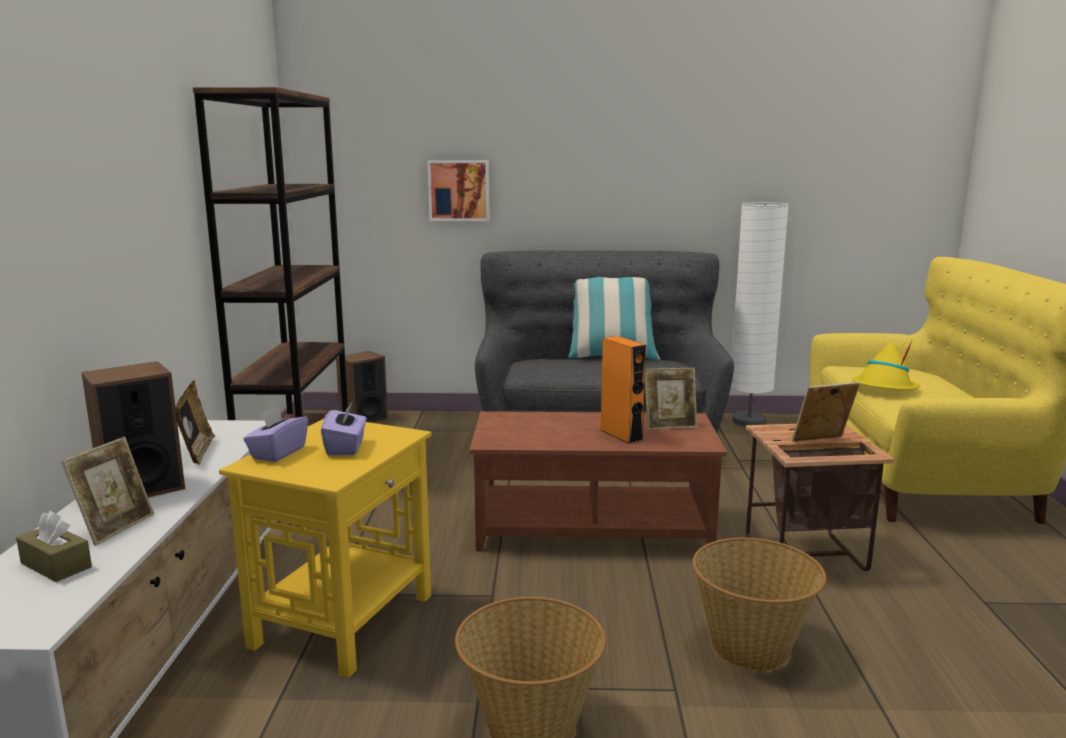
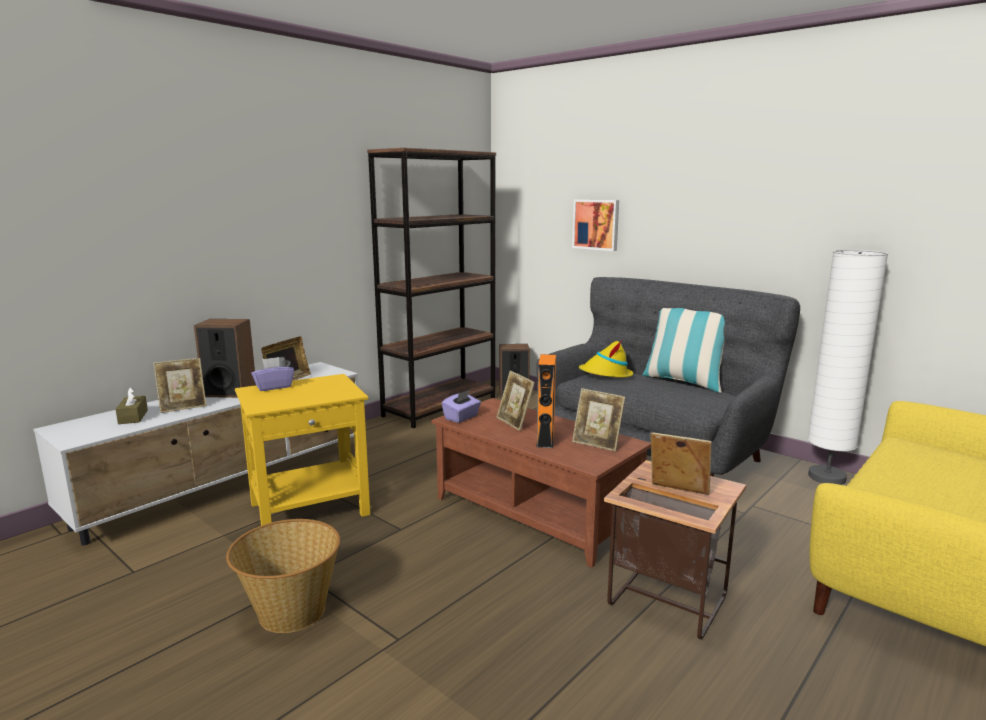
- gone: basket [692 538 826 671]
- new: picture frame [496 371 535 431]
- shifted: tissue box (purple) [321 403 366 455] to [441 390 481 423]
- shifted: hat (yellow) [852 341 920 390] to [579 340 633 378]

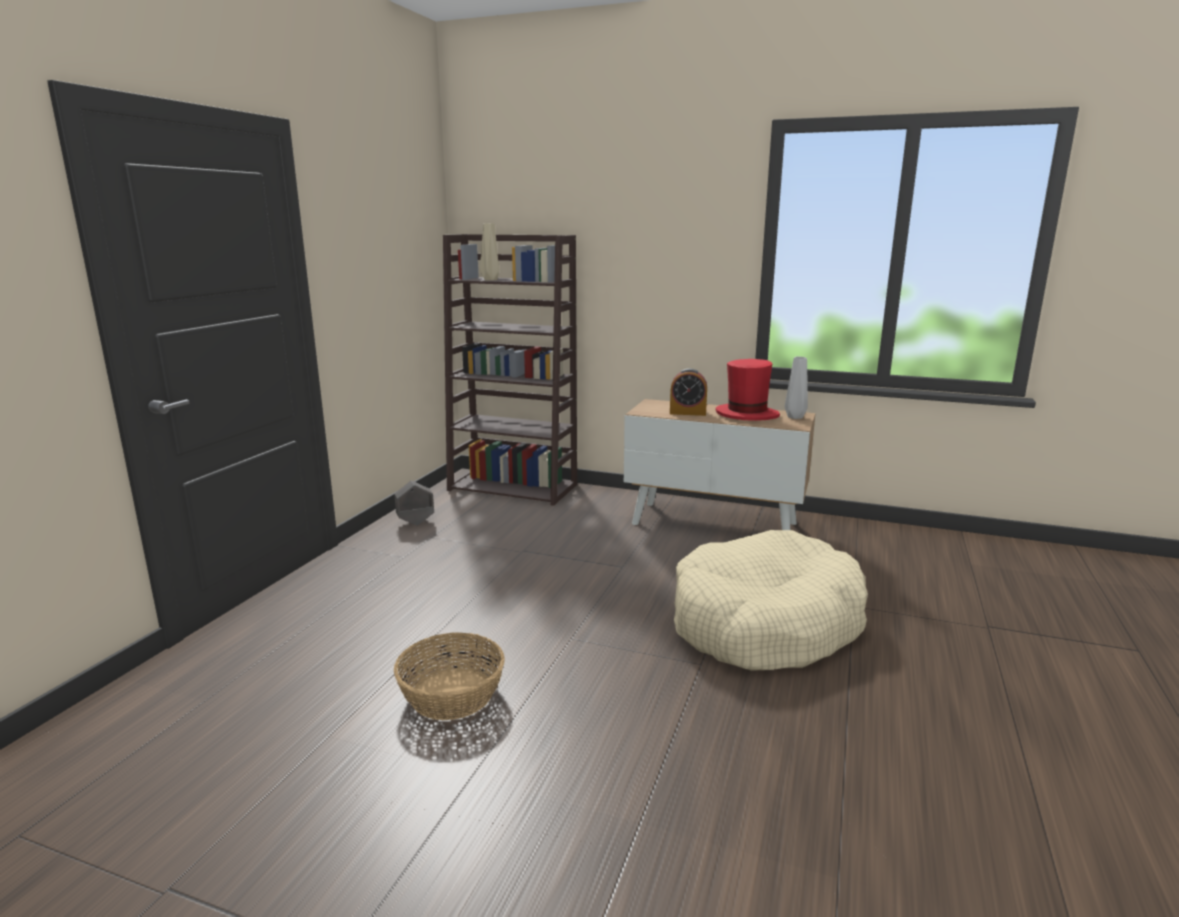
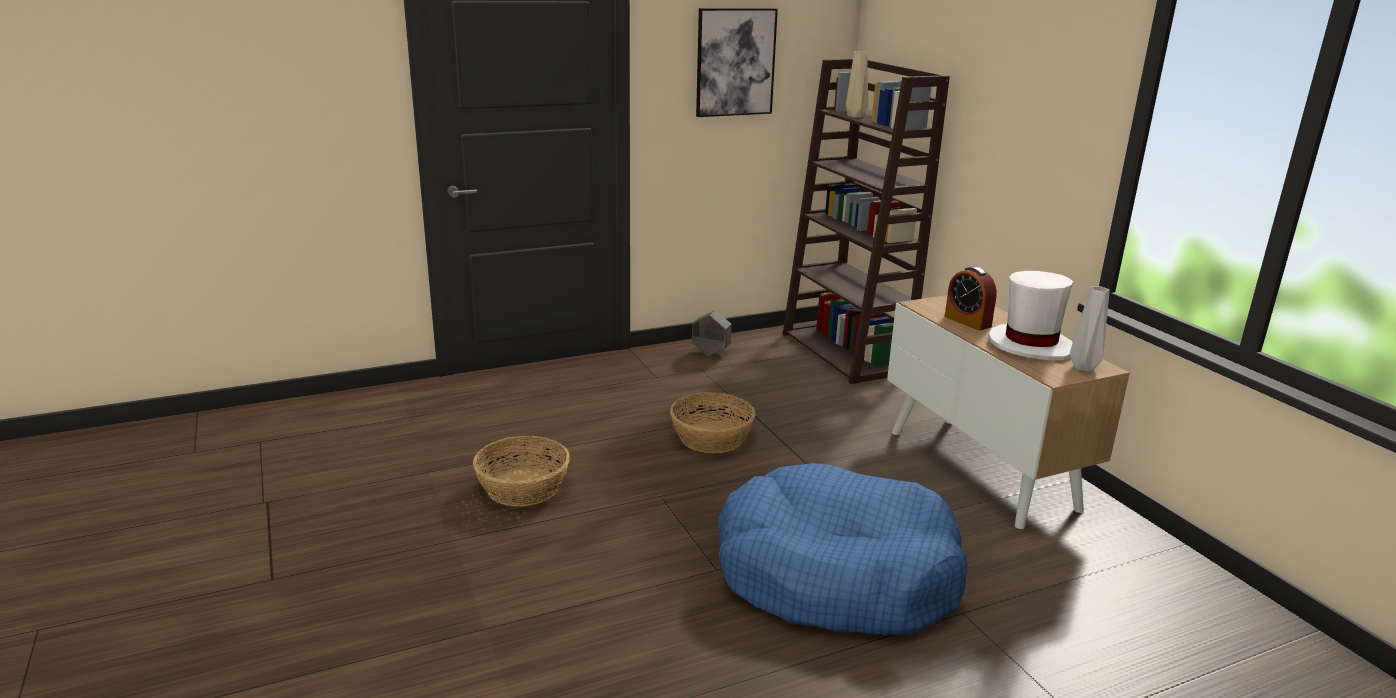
- new: basket [670 392 756 453]
- new: picture [696 8 778 117]
- repainted: dog bed (beige) [674 530 868 671] to dog bed (blue) [718 463 967 635]
- repainted: hat (red) [715 359 780 421] to hat (white) [988 271 1073 360]

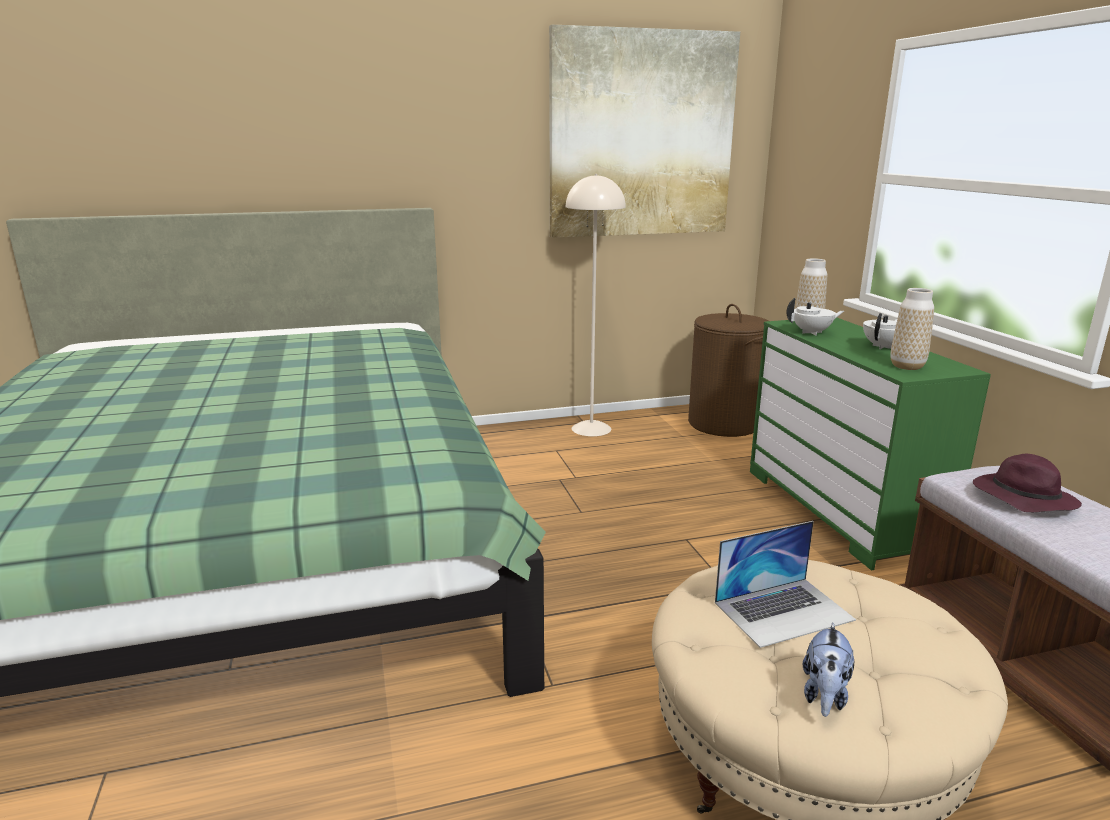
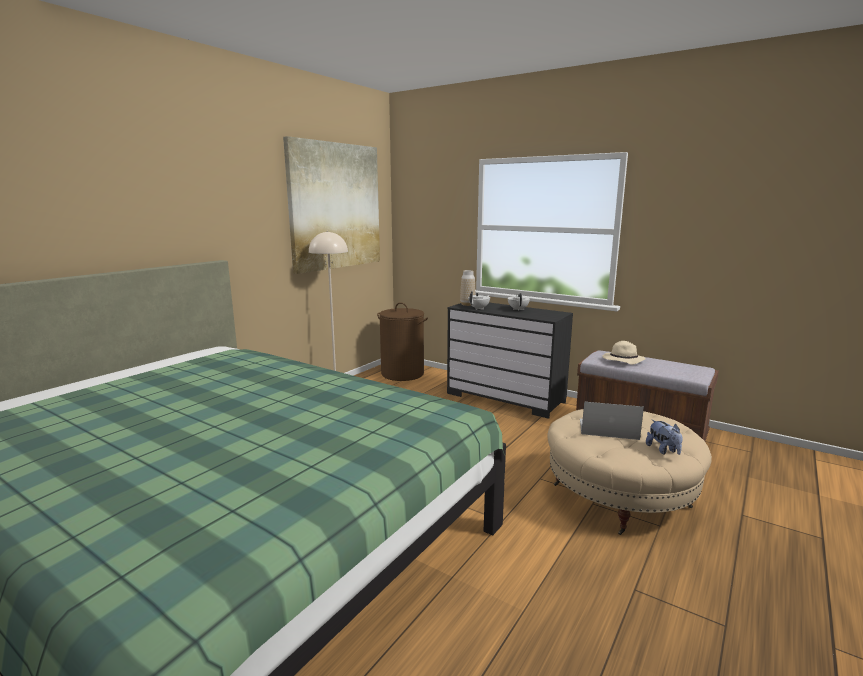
- gone: vase [890 288 934 370]
- repainted: dresser (green) [750 318 991 570] to dresser (black) [447 303 573 419]
- repainted: hat (purple) [973 454 1082 512] to hat (beige) [602 341 646 365]
- rotated: laptop [715 521 856 648] = [580 402 644 440] 105 degrees counterclockwise

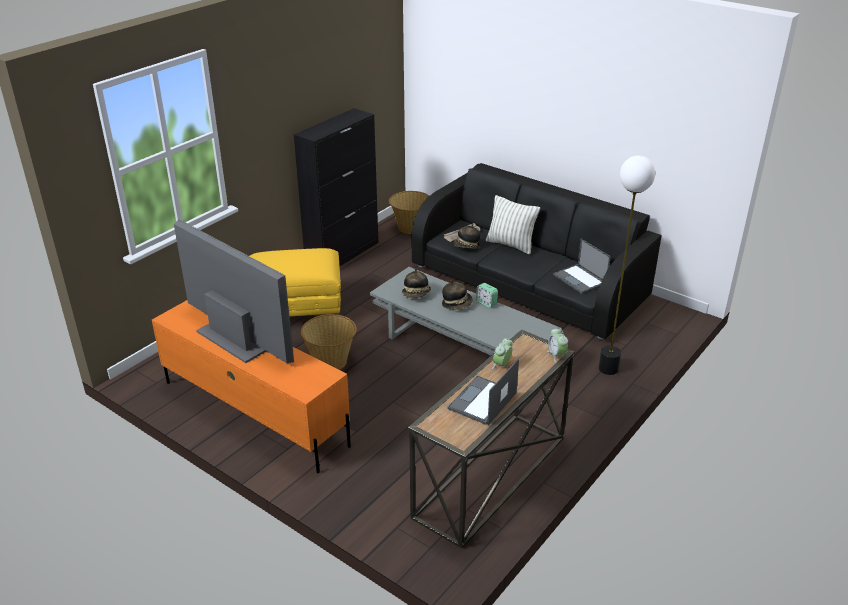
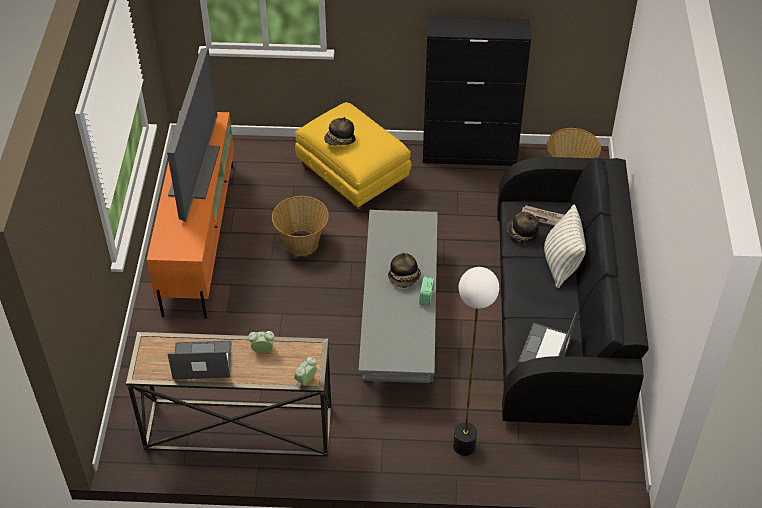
- shifted: hat [402 268 431 298] to [324 117 356 146]

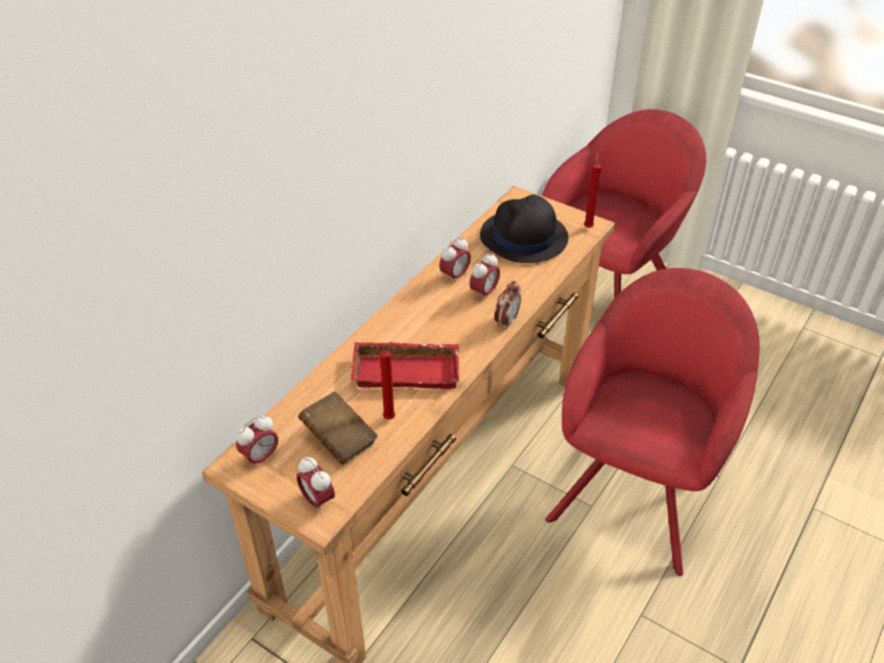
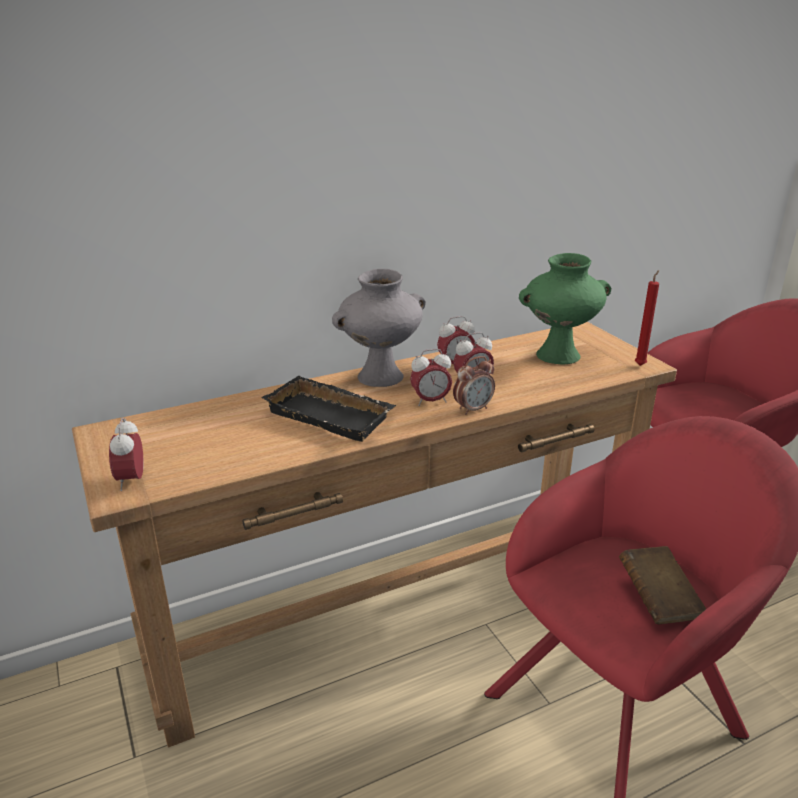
- gone: candle (red) [380 346 396 420]
- new: vase (grey) [332 269 426 387]
- shifted: alarm clock [236 415 278 469] to [410 349 452 406]
- shifted: book (brown) [298 391 378 465] to [619 546 706 624]
- swapped: hat (black) [480 194 568 263] to vase (green) [519 253 611 364]
- repainted: tray (red) [351 342 460 389] to tray (black) [261 376 396 442]

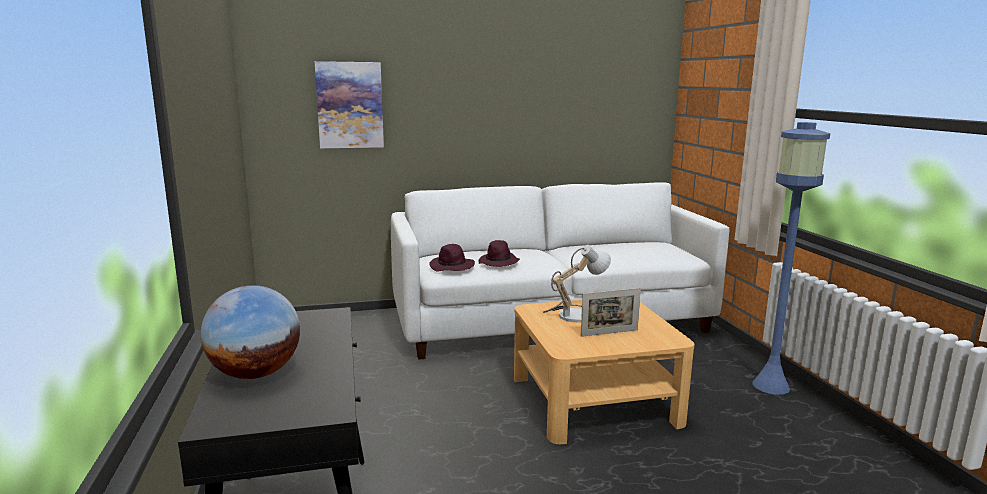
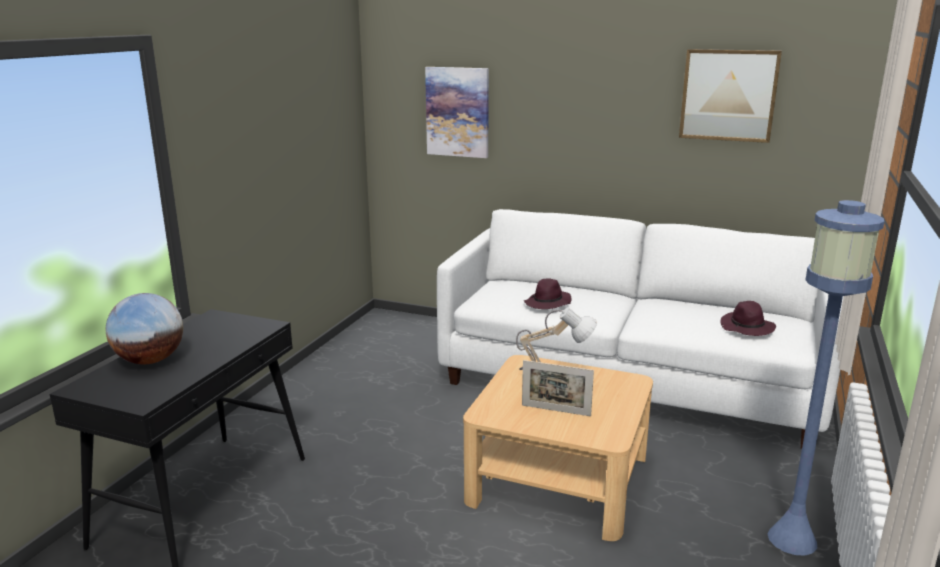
- new: picture [679 49 782 143]
- shifted: hat (purple) [429 244 475 271] to [720 301 776 336]

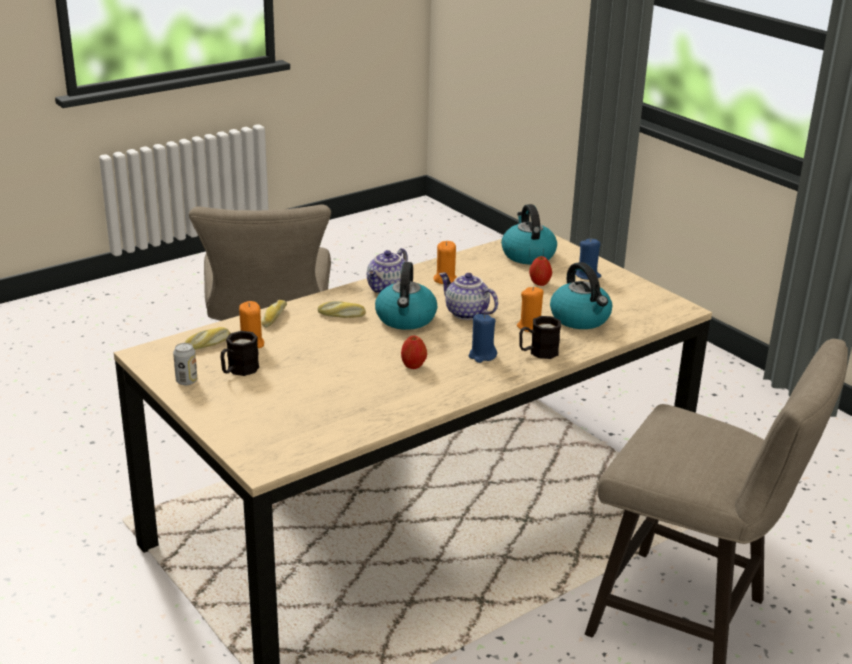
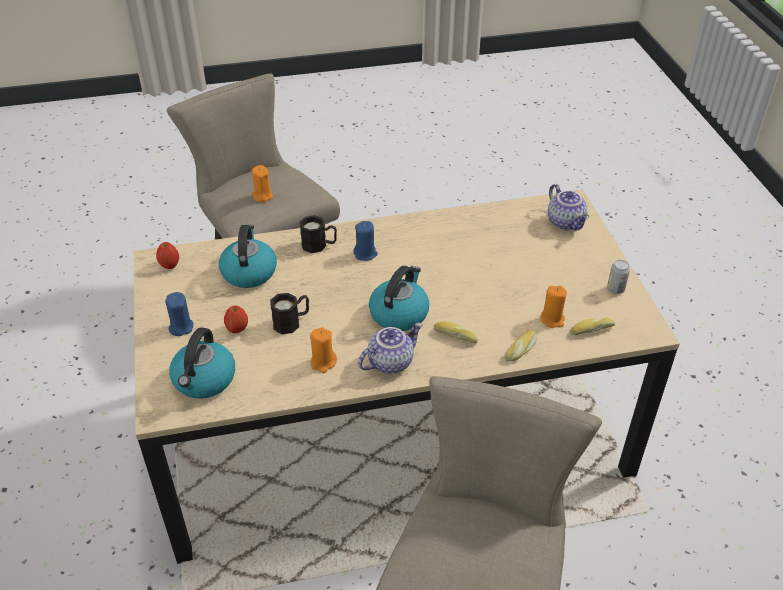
- shifted: mug (black) [220 331 259 376] to [270 293 309 334]
- shifted: apple [401 336 427 369] to [156 242 179 269]
- shifted: teapot [439 272 498 320] to [548 184 589 230]
- shifted: candle (orange) [517 287 544 332] to [252 165 273 202]

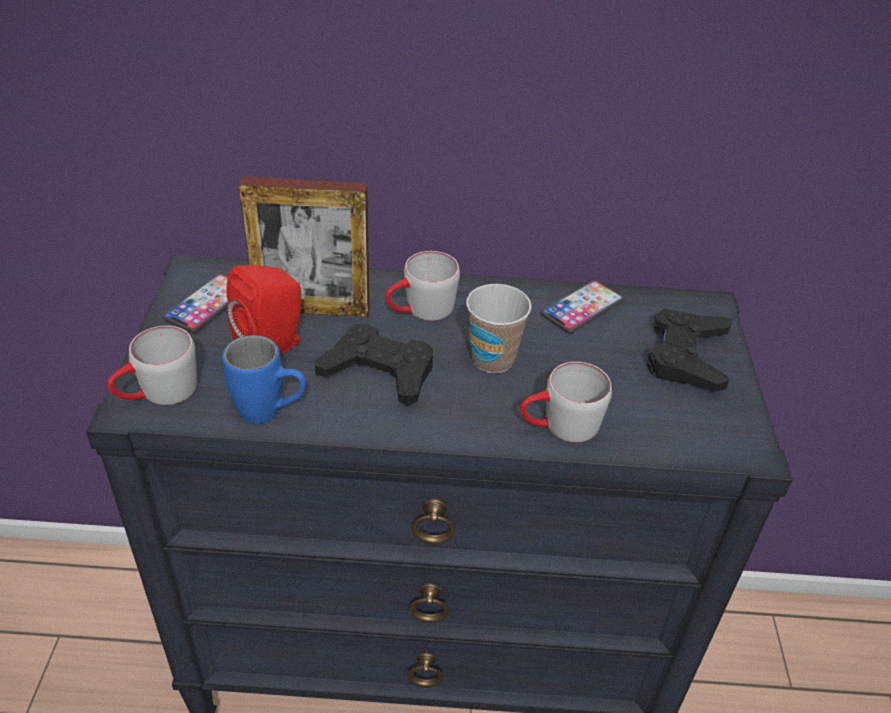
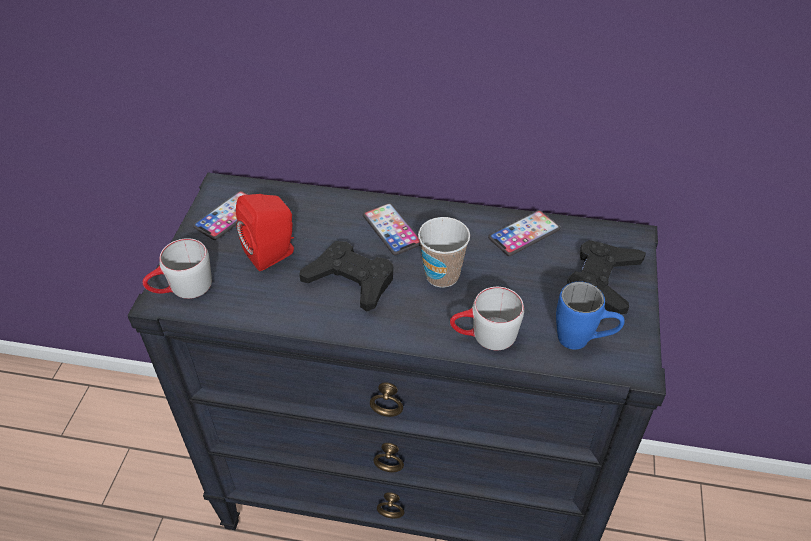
- gone: picture frame [239 176 370 317]
- shifted: mug (blue) [222 335 306 424] to [556 281 625 350]
- swapped: mug (grey) [385 251 460 321] to phone [363 203 421 255]

